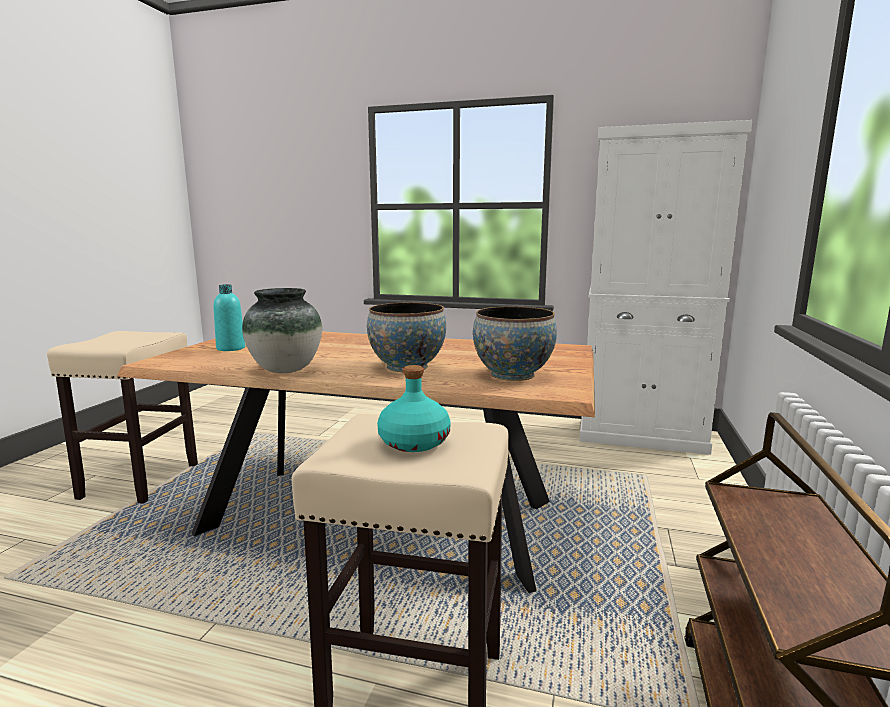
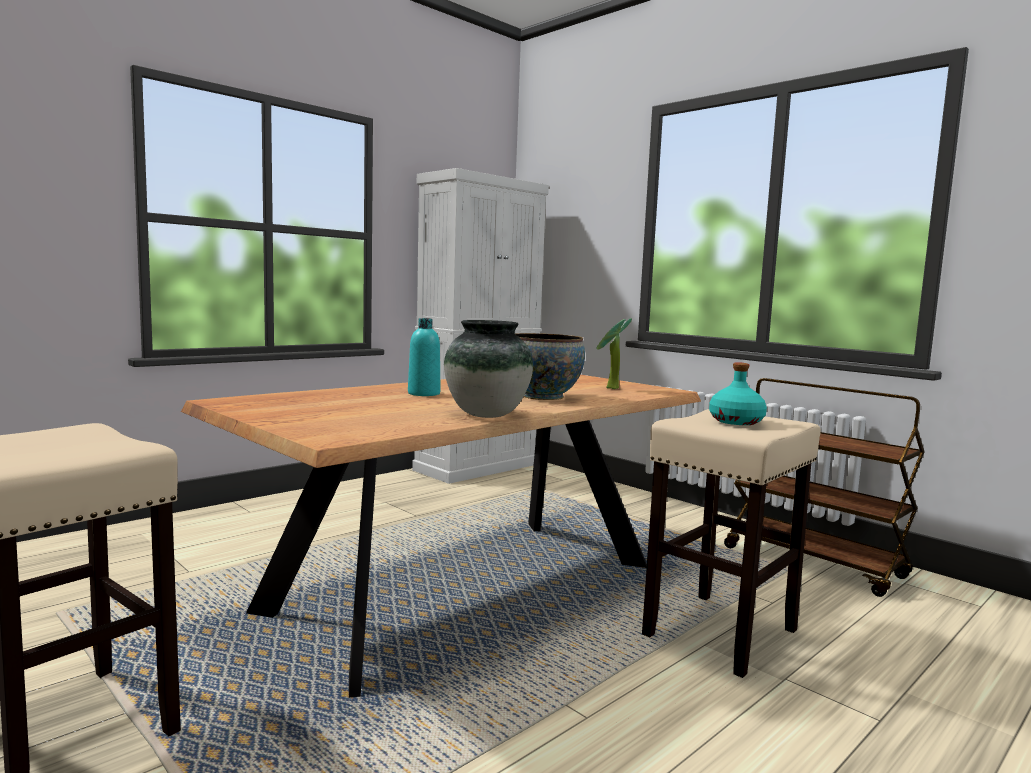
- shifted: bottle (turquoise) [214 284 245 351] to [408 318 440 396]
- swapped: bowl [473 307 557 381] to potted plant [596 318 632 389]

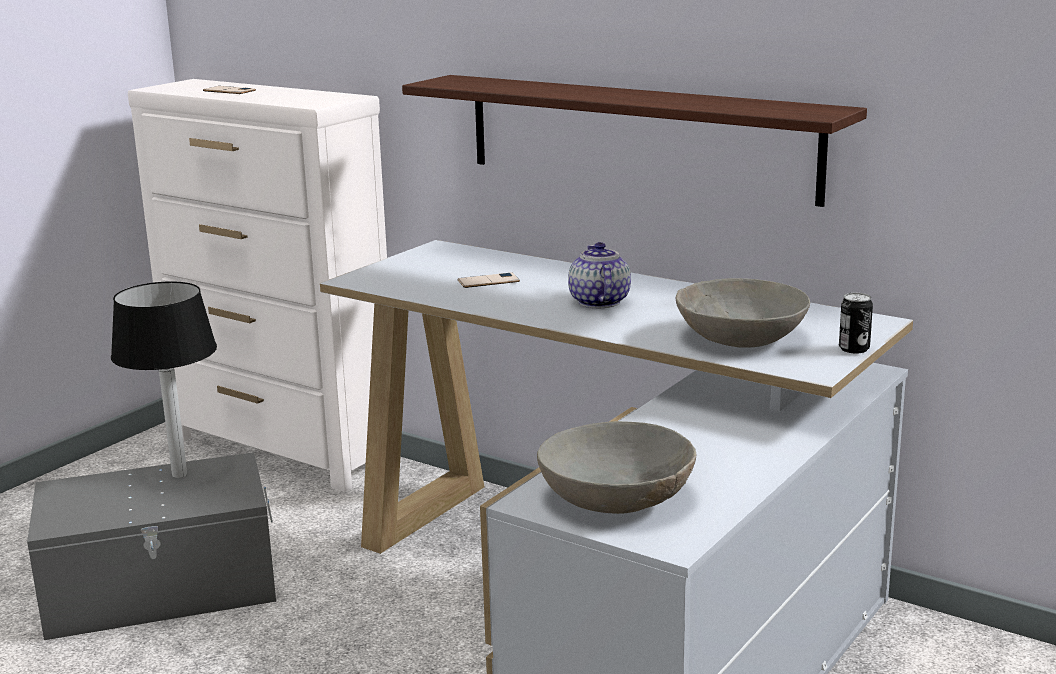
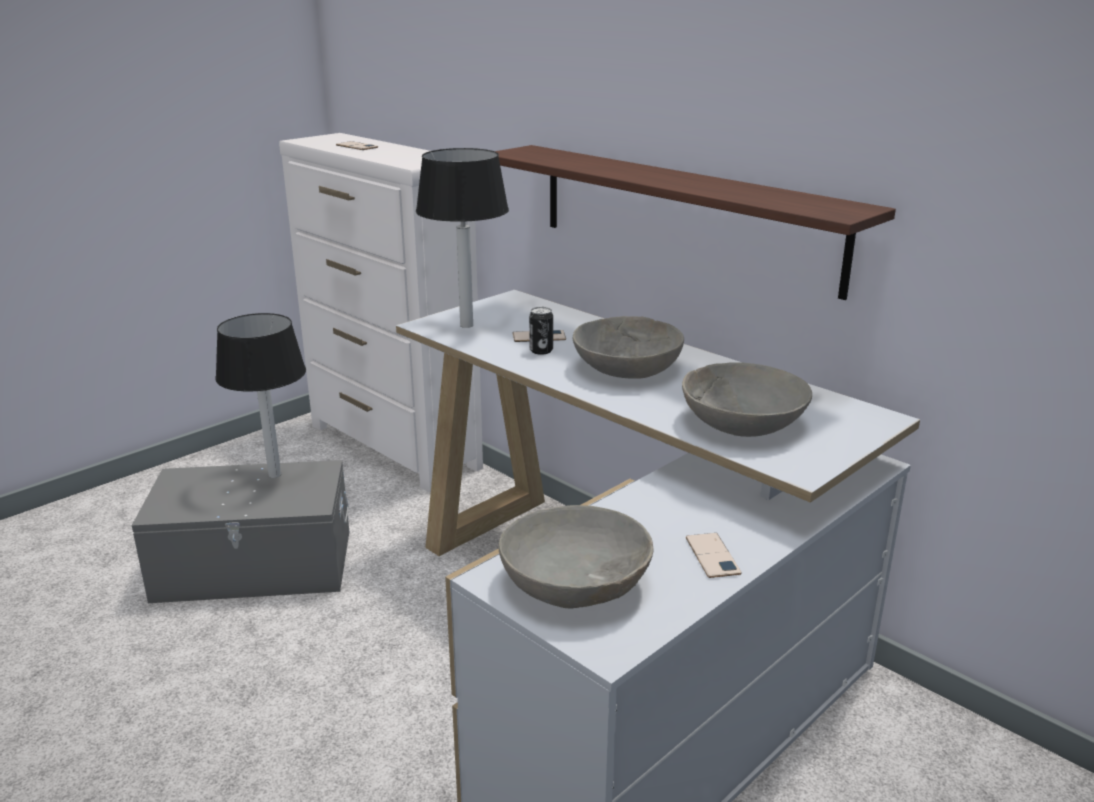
- new: table lamp [416 148 509 328]
- new: phone [686 533 742 578]
- shifted: can [839 293 873 354] to [529 307 553 355]
- swapped: teapot [568 242 631 308] to bowl (grey) [573 316 684 379]

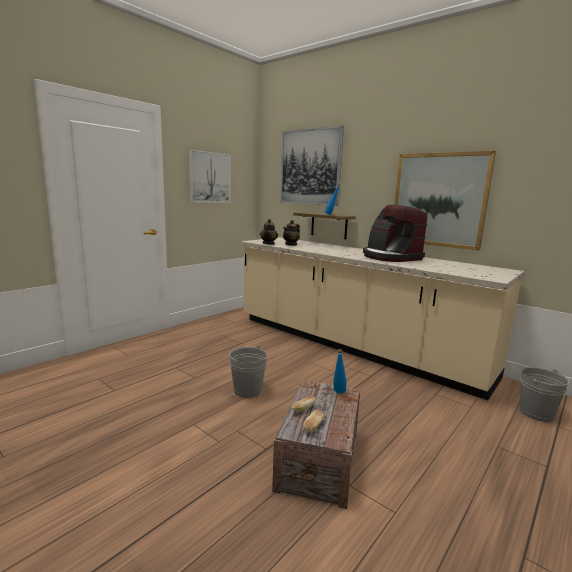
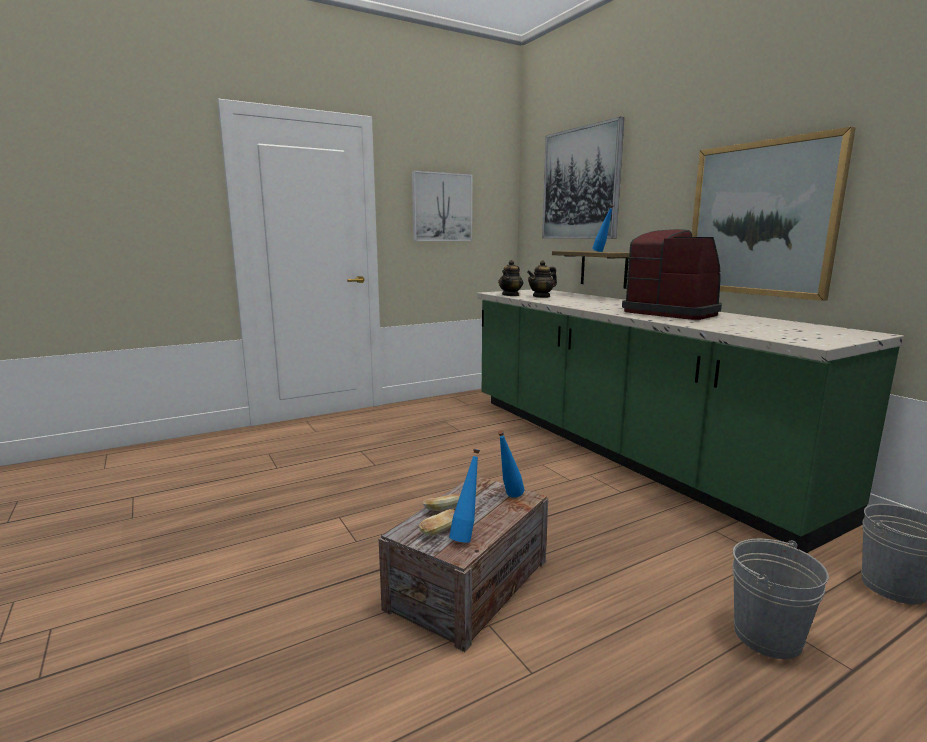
- new: bottle (blue) [449 449 480 543]
- shifted: bucket (grey) [229 346 267 398] to [732 539 829 659]
- repainted: counter (beige) [241 237 524 400] to counter (green) [477 289 904 553]
- rotated: coffee machine [363 205 427 262] = [622 229 722 320] 150 degrees clockwise

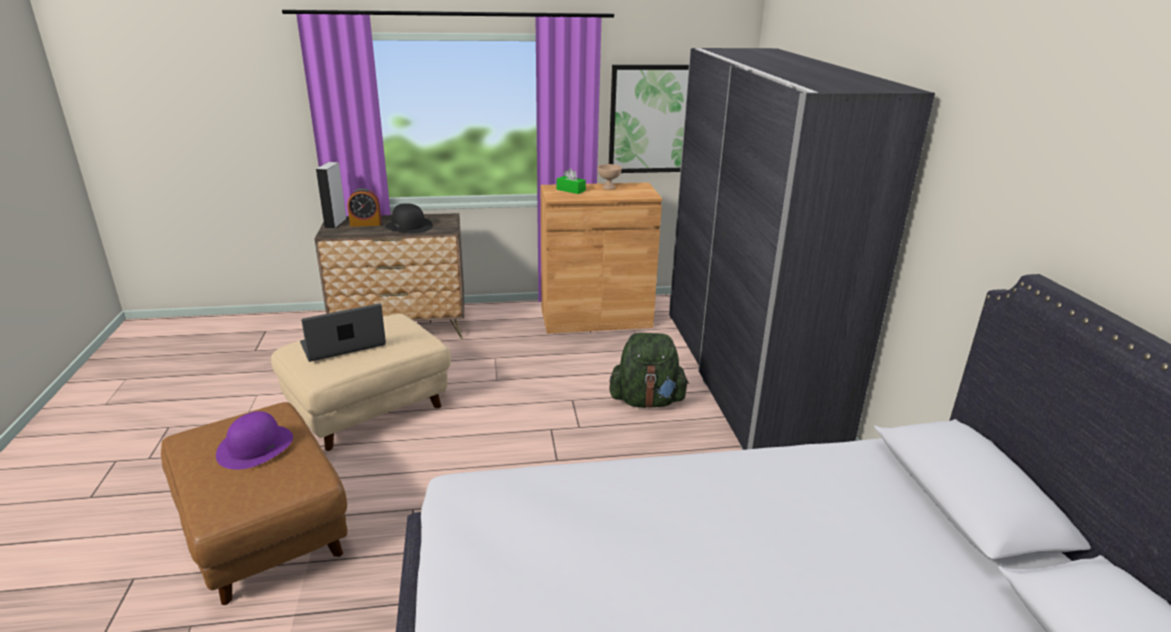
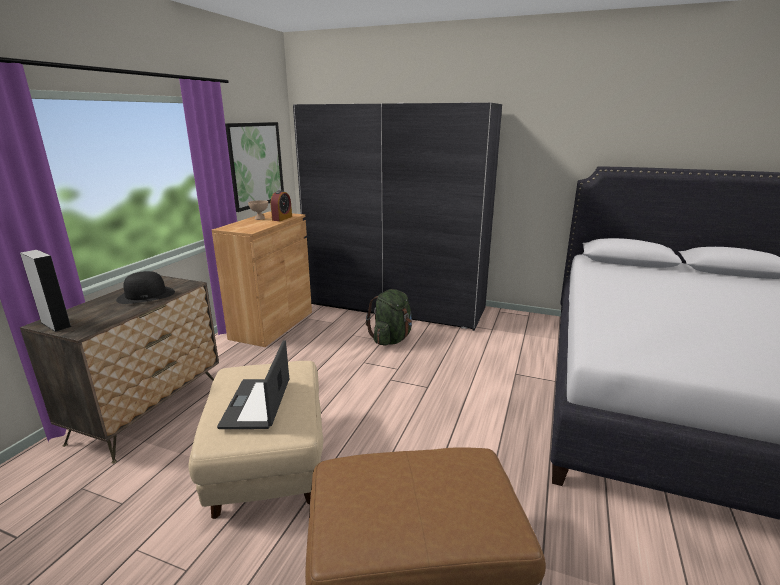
- gone: hat (purple) [216 411 293 470]
- gone: tissue box (green) [557 168 586 194]
- shifted: alarm clock [348 188 381 227] to [271 190 292 221]

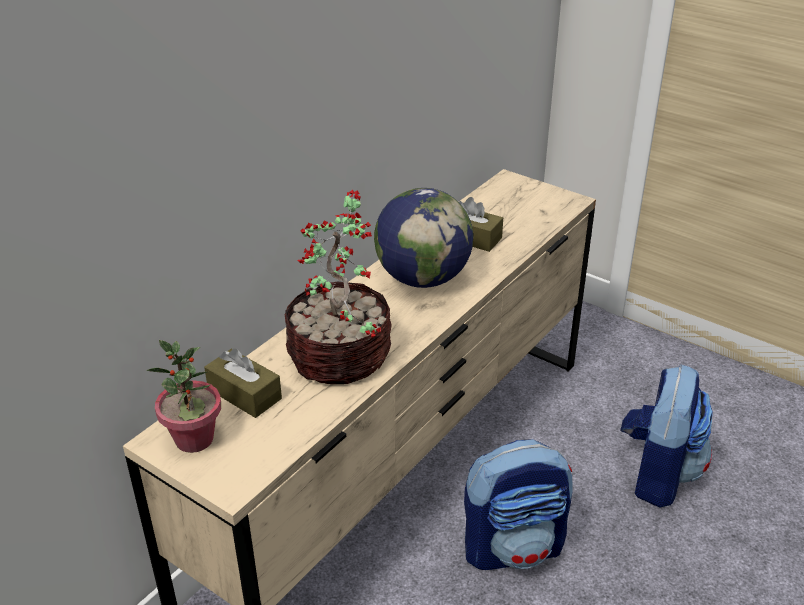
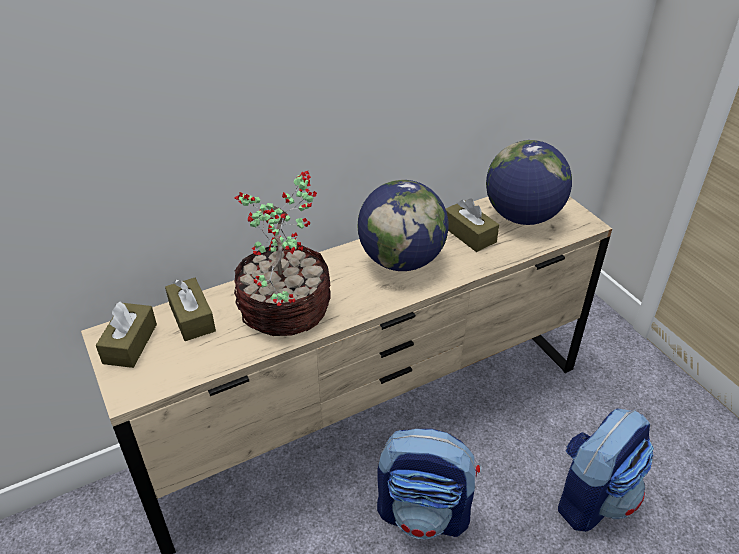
- new: globe [486 140 572 225]
- swapped: potted plant [147 340 221 453] to tissue box (brown) [96 302 157 368]

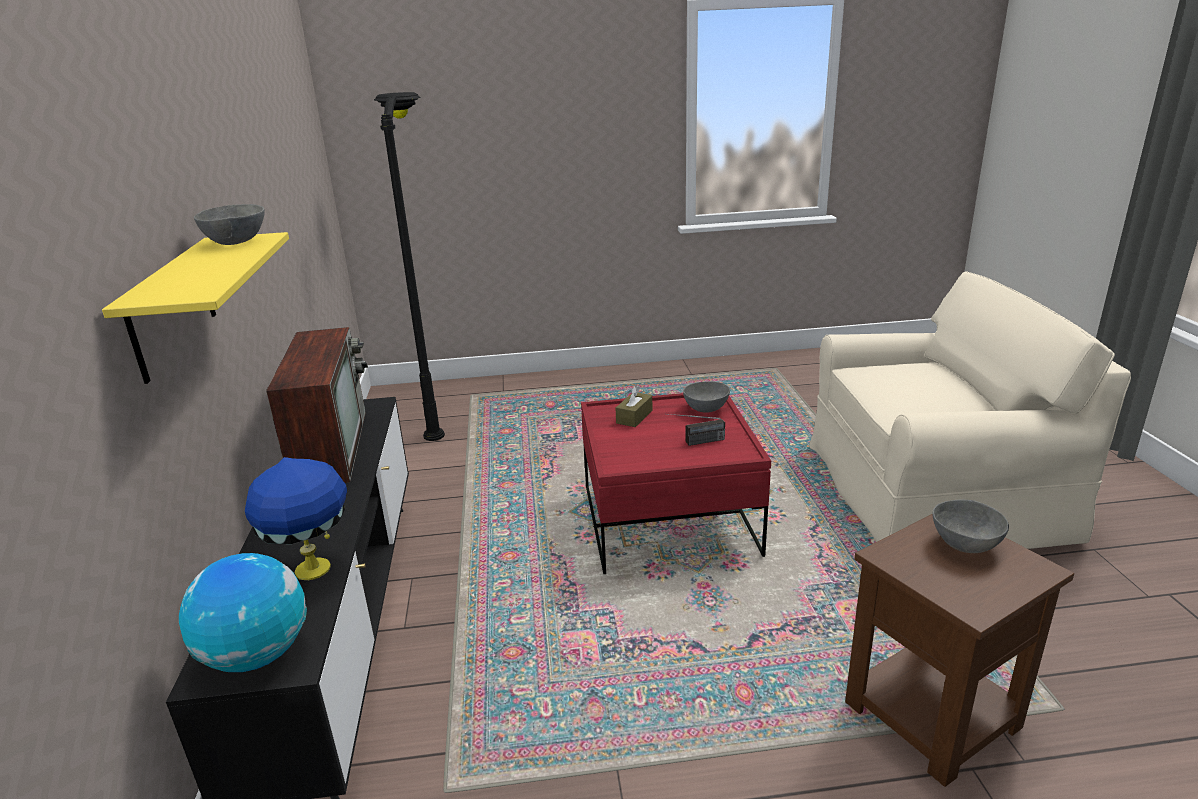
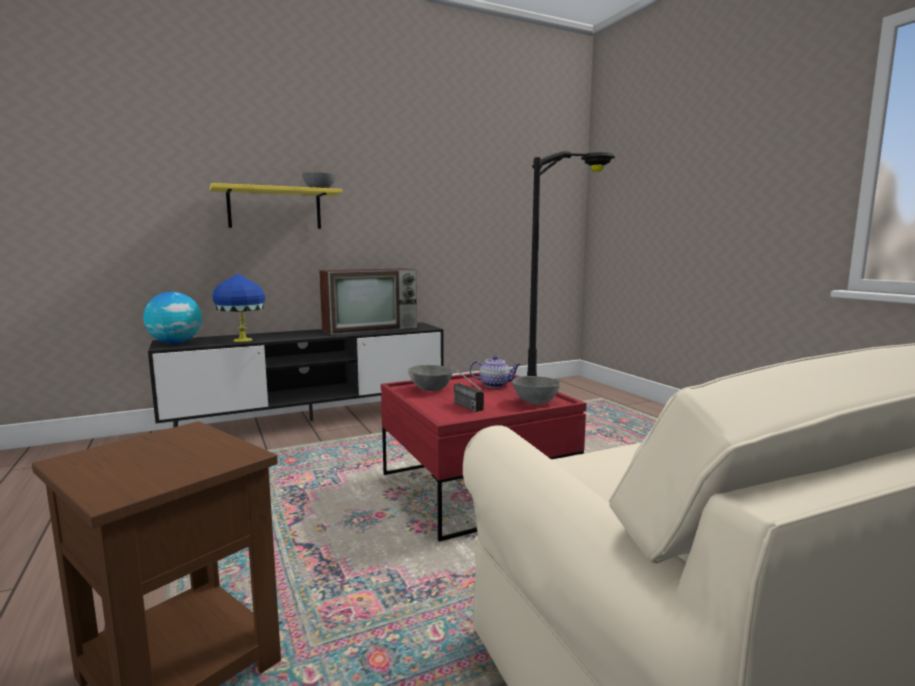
- shifted: bowl (grey) [932 500 1009 553] to [408 365 453 391]
- swapped: tissue box (brown) [616 385 652 427] to teapot [469 355 521 388]

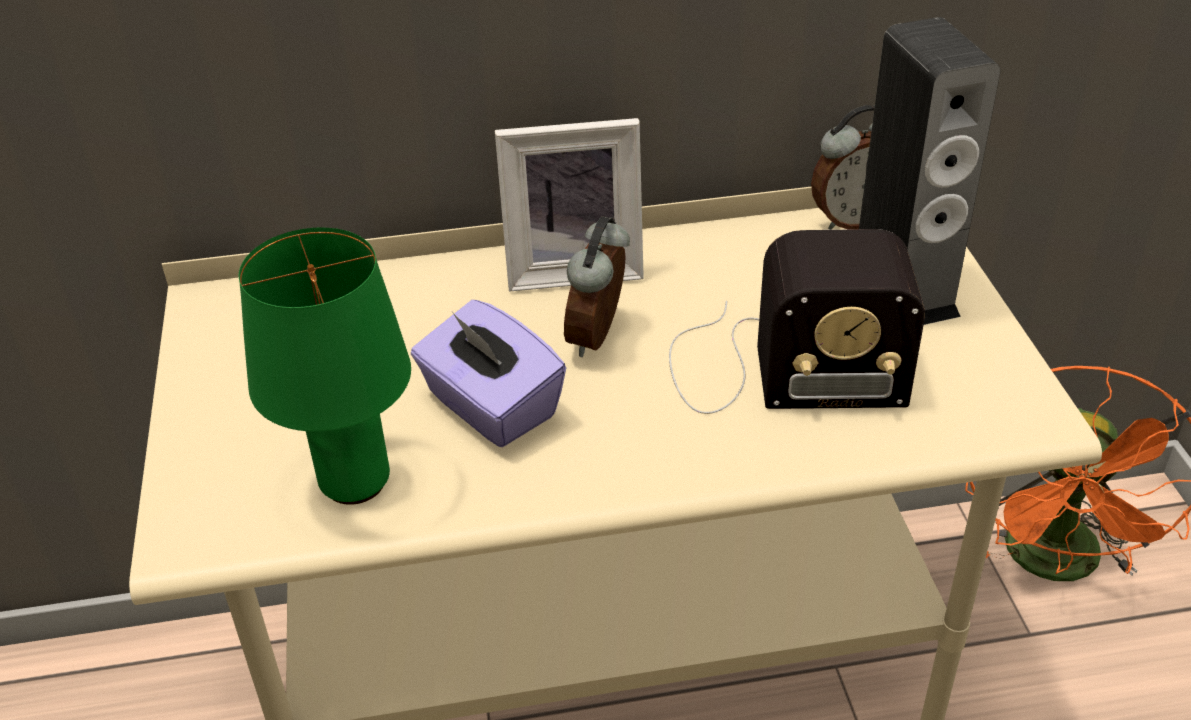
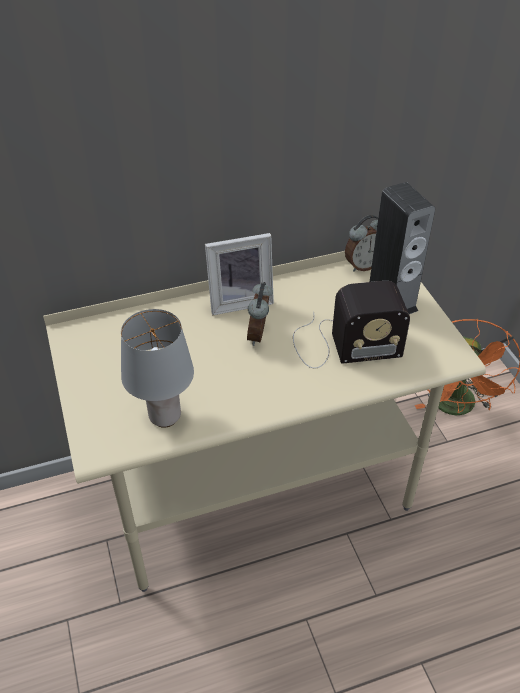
- gone: tissue box (purple) [411 300 566 447]
- repainted: table lamp (green) [239 228 411 505] to table lamp (grey) [121 309 194 428]

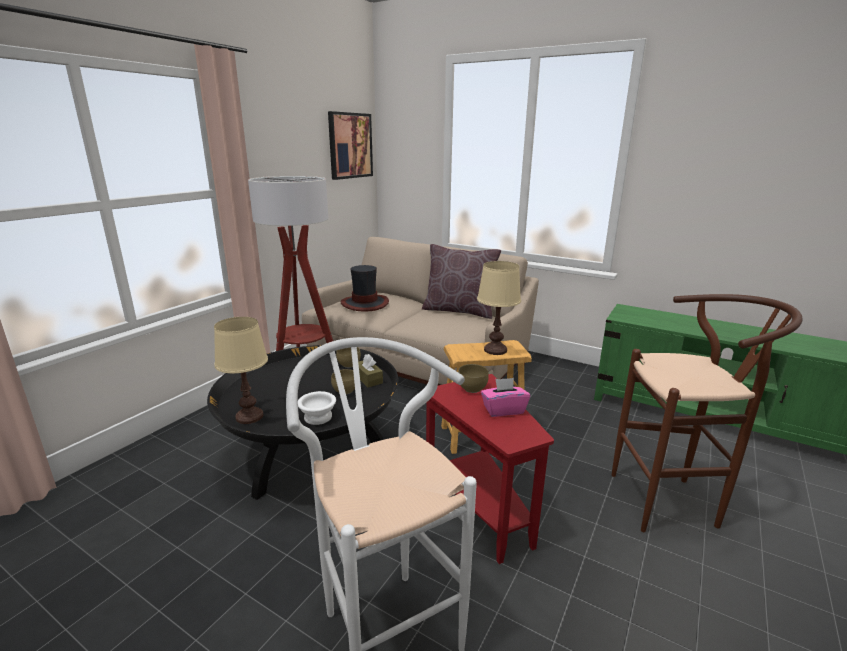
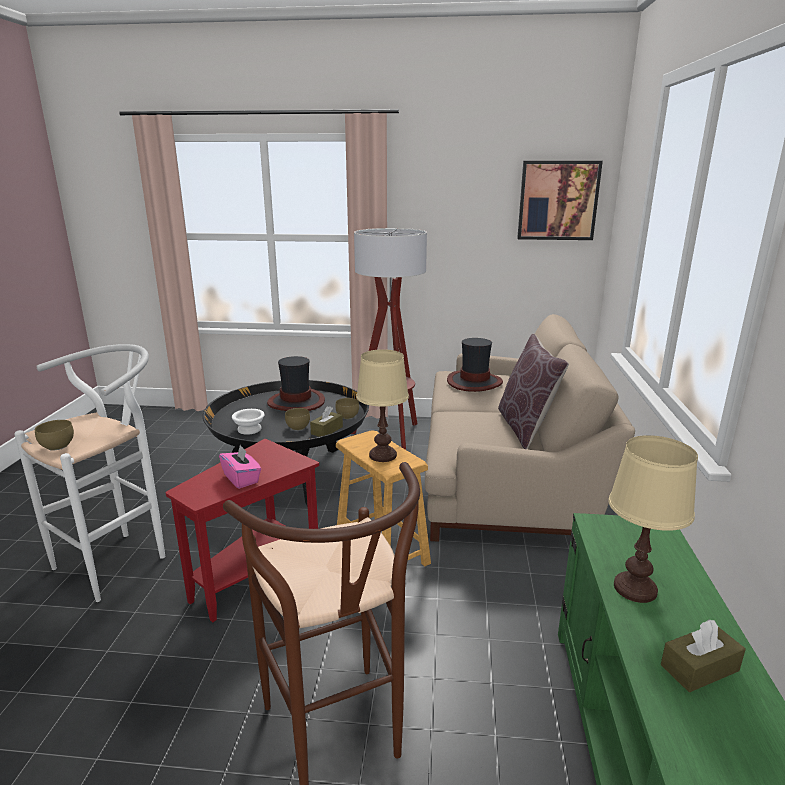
- new: hat [267 356 325 411]
- new: tissue box (brown) [661 620 746 692]
- shifted: table lamp (beige) [214 317 268 424] to [608 435 698 603]
- shifted: bowl (brown) [458 364 489 393] to [35 420 74 451]

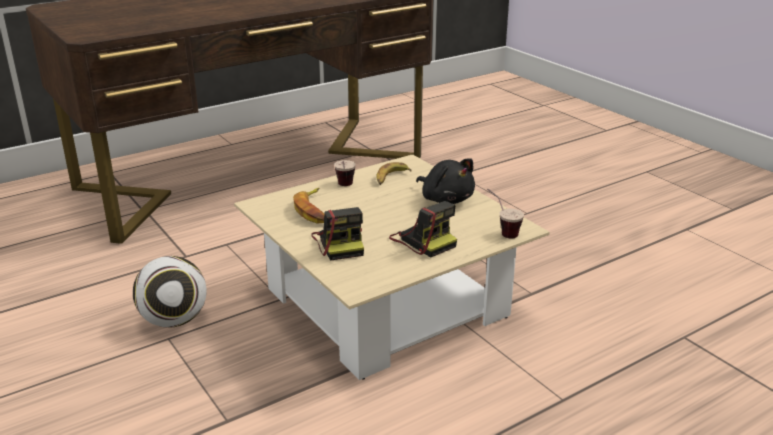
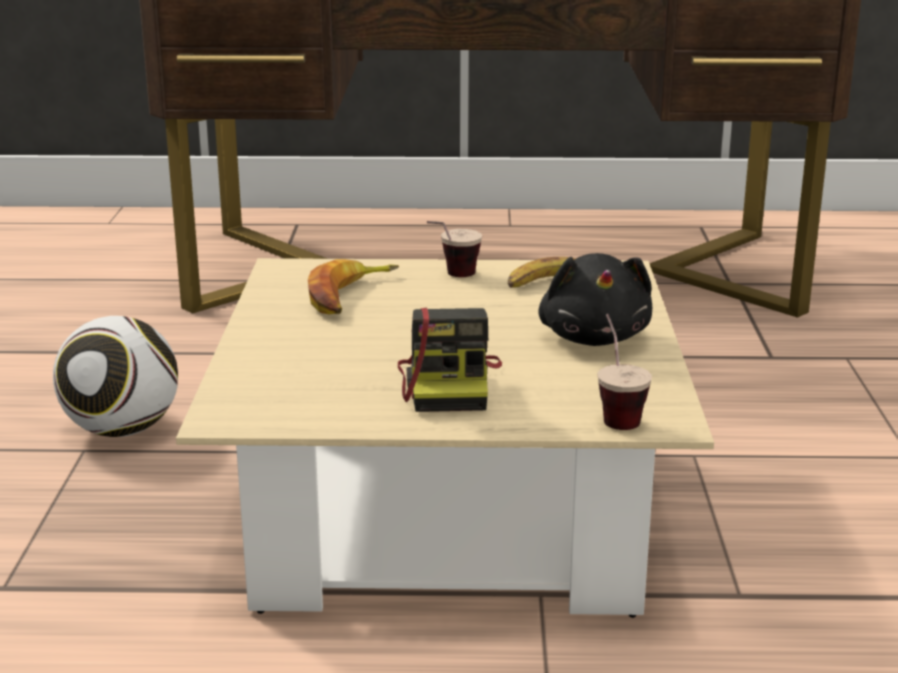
- gone: photo camera [312 207 364 261]

